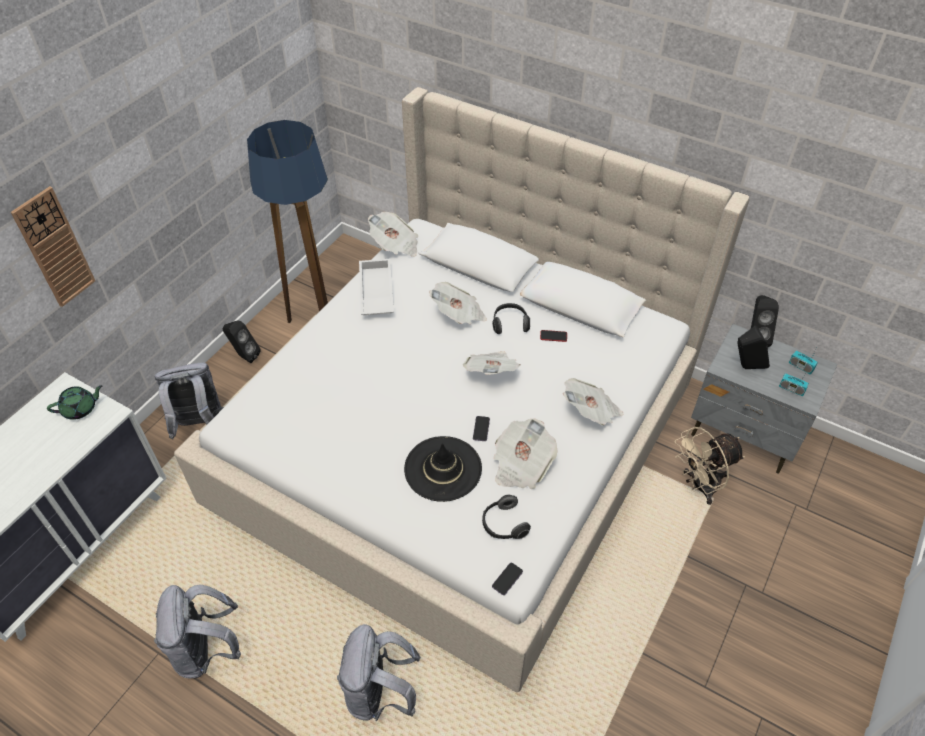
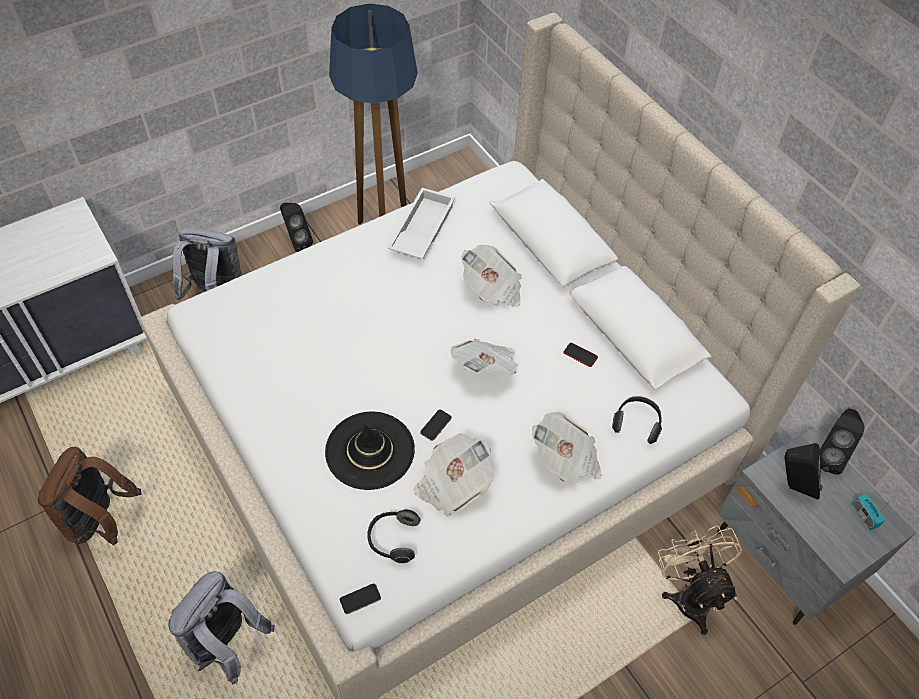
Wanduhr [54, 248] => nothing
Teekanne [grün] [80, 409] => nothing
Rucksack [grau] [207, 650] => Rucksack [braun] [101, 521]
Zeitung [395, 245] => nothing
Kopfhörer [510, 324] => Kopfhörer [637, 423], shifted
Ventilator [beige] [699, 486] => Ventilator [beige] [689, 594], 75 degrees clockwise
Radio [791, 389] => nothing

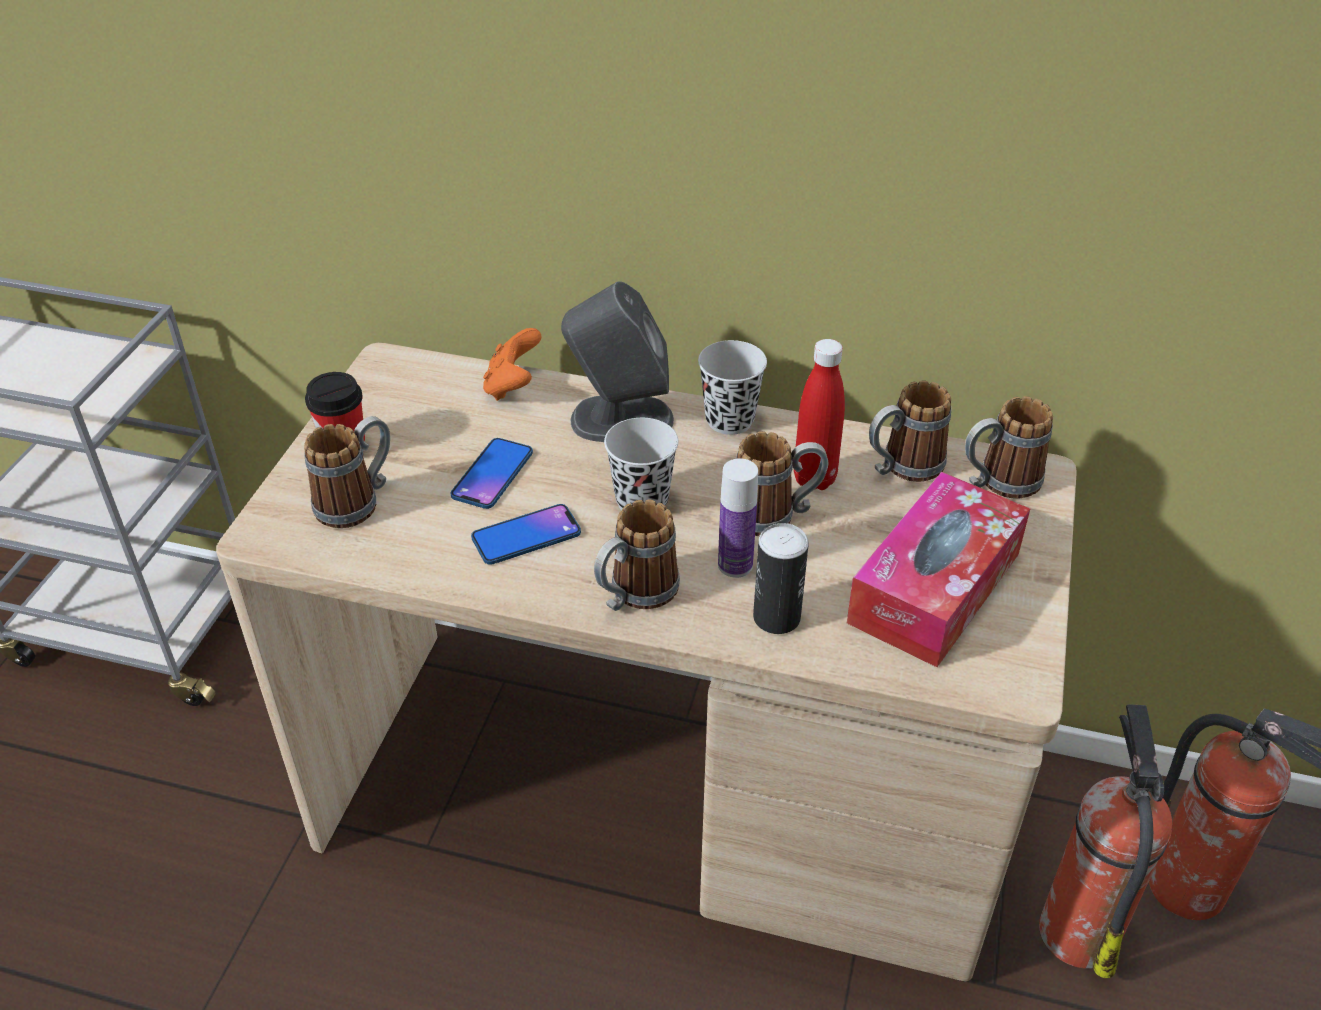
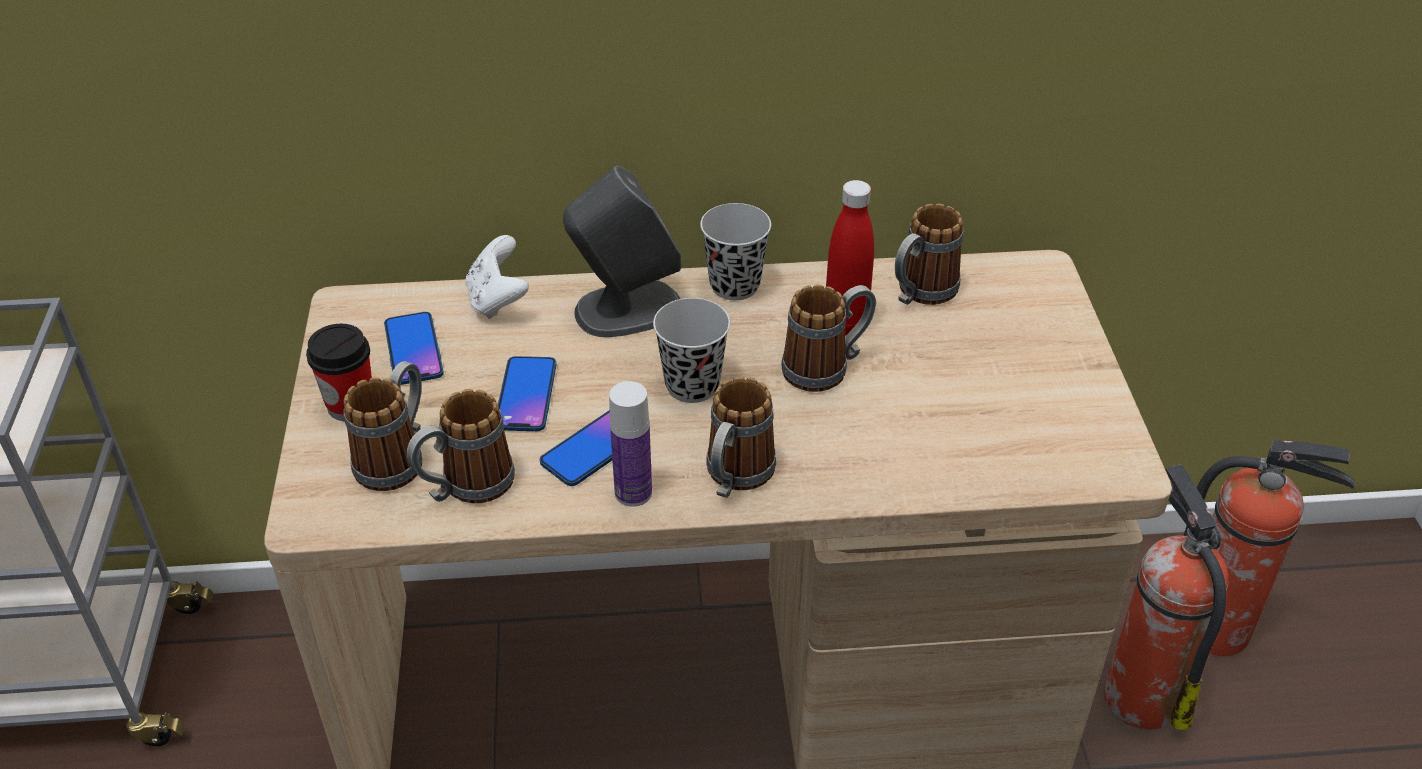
Gamepad [orange] [513, 386] => Gamepad [weiß] [497, 300]
Flasche [735, 565] => Flasche [633, 493], shifted
Dose [776, 617] => nothing
Taschentuchbox [934, 587] => nothing
Henkelbecher [998, 483] => Henkelbecher [465, 488], shifted
nothing => Handy [413, 349]

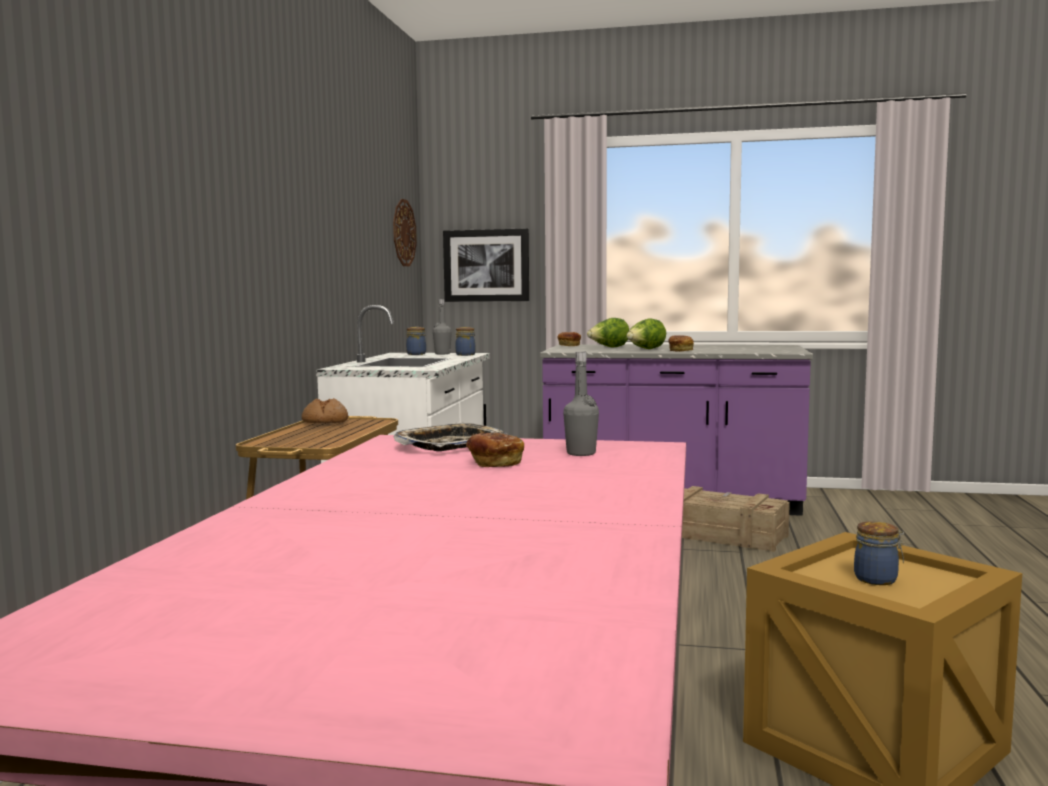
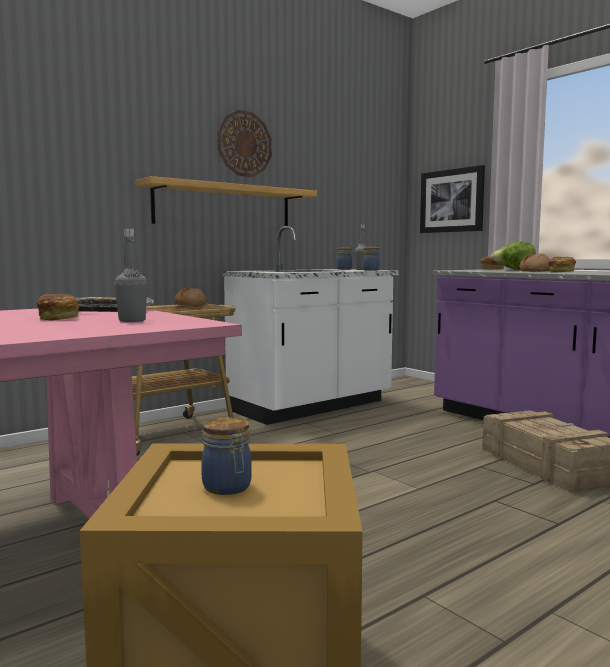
Wanduhr [403, 233] => Wanduhr [244, 144], shifted
Salatkopf [646, 349] => Brot [536, 271]
nothing => Wandregal [224, 206]

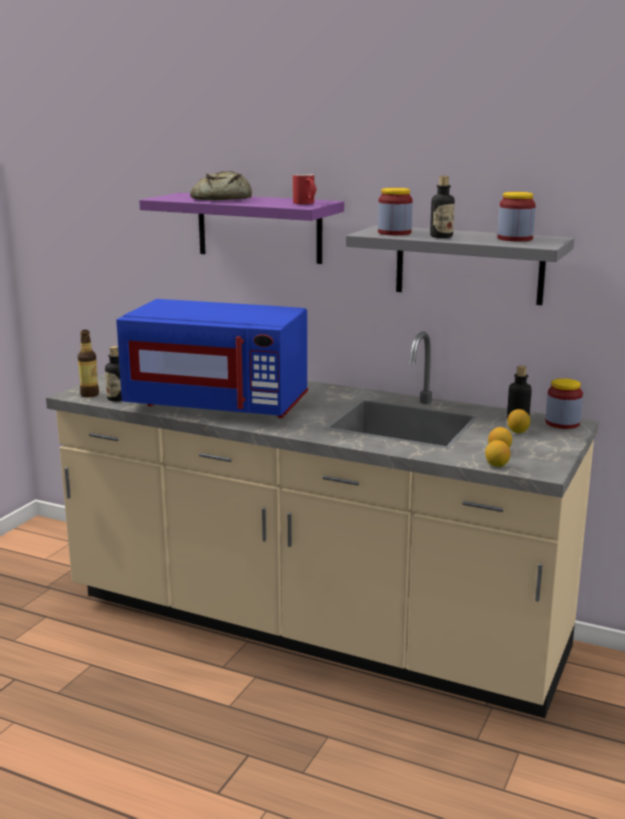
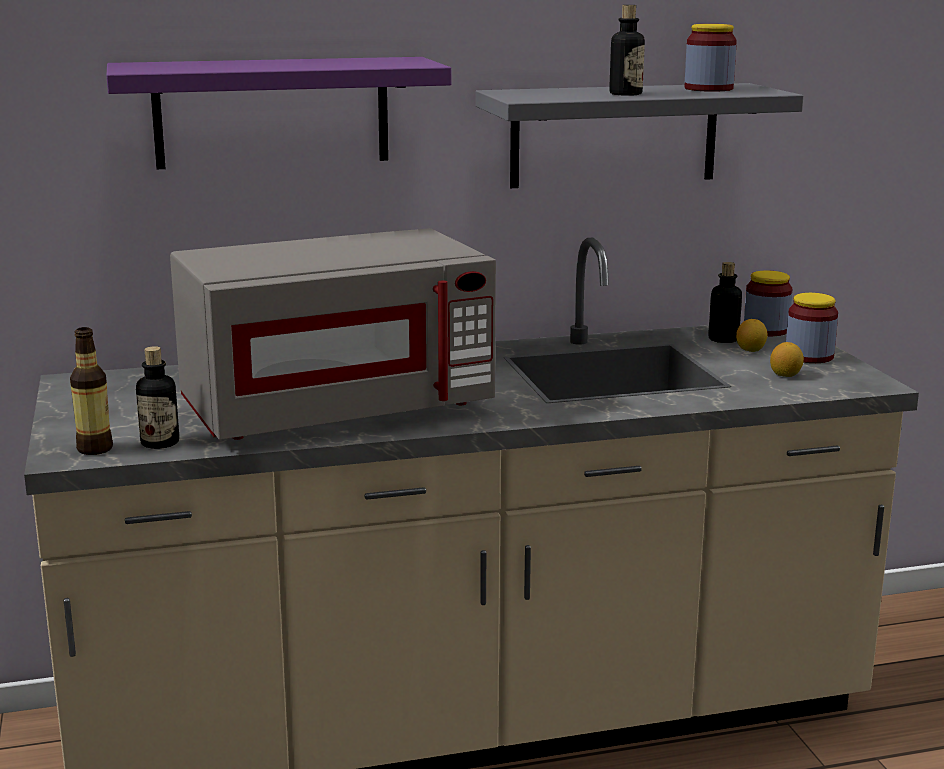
Mikrowelle [blau] [218, 404] => Mikrowelle [grau] [337, 410]
Brot [220, 199] => nothing
Henkelbecher [rot] [306, 203] => nothing
Vorratsglas [394, 233] => Vorratsglas [809, 356], shifted
Zitrone [496, 465] => nothing

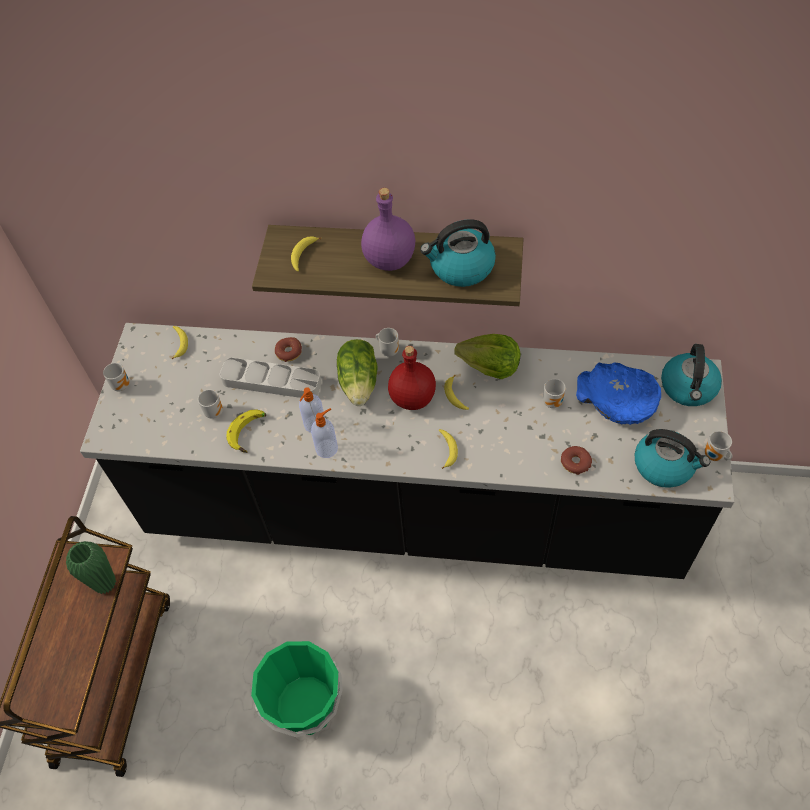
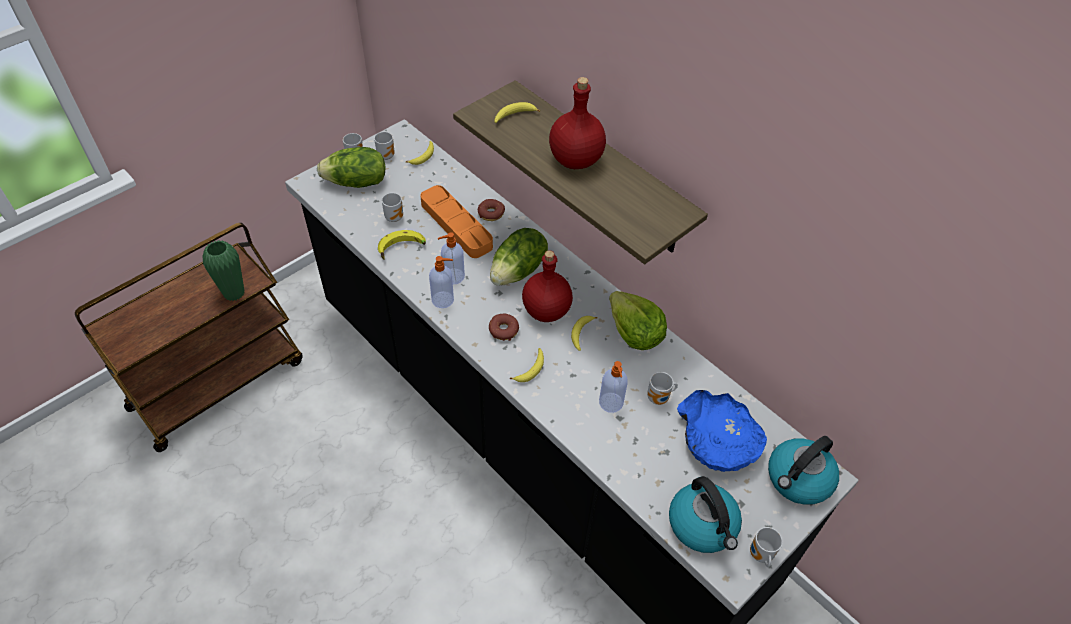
Tablett [grau] [271, 382] => Tablett [orange] [456, 225]
Eimer [grün] [306, 705] => nothing
Flasche [lila] [390, 259] => Flasche [rot] [576, 160]
Henkelbecher [389, 350] => Henkelbecher [386, 155], shifted
Wasserkessel [460, 268] => nothing
Donut [575, 462] => Donut [503, 330], shifted
nothing => Salatkopf [356, 182]
nothing => Seifenspender [611, 403]

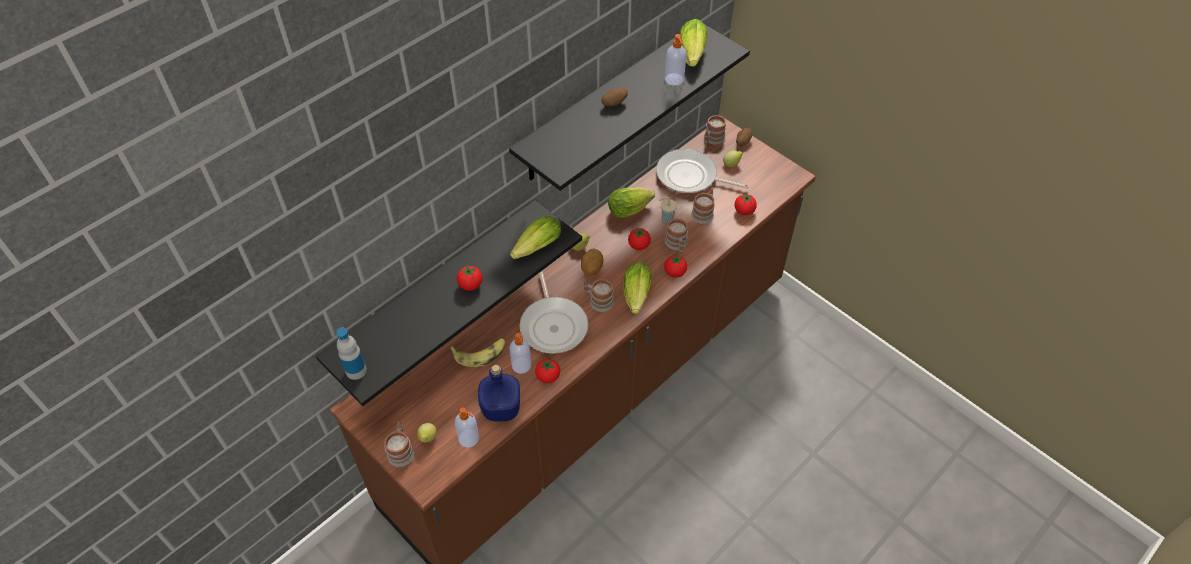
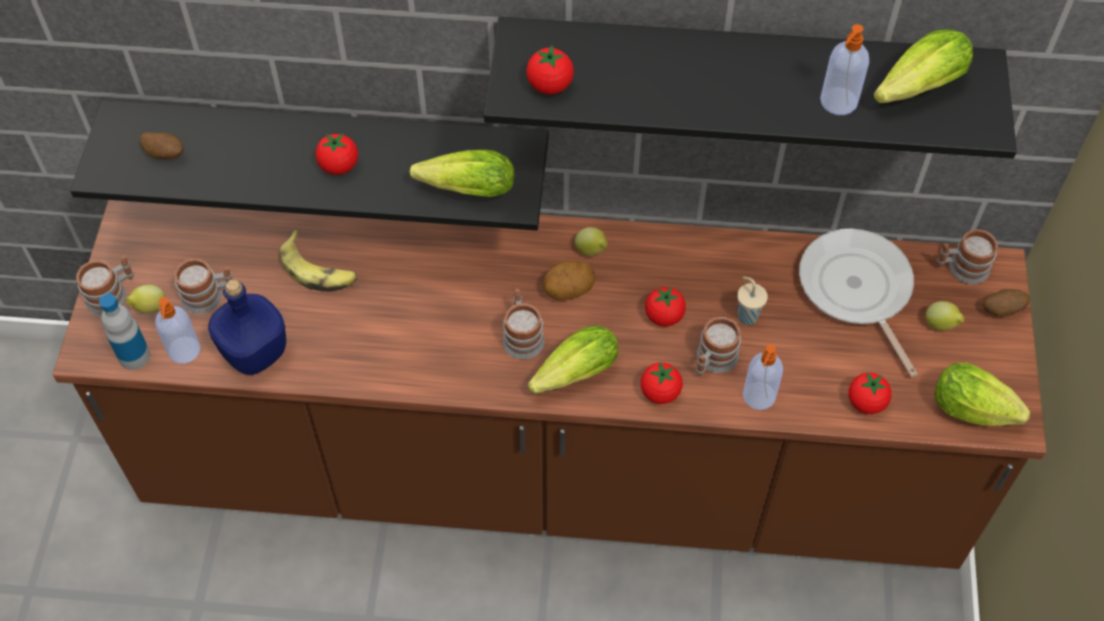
Flasche [356, 370] => Flasche [134, 356], shifted
Seifenspender [521, 366] => Seifenspender [758, 397], shifted
Pfanne [553, 325] => nothing
Tomate [548, 376] => Tomate [550, 85], shifted
Kartoffel [614, 103] => Kartoffel [165, 154], shifted
Salatkopf [631, 209] => Salatkopf [976, 411], shifted
Henkelbecher [704, 213] => Henkelbecher [209, 296], shifted

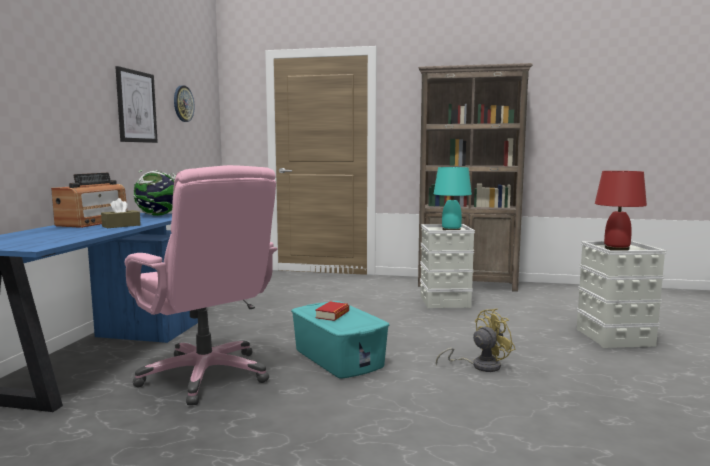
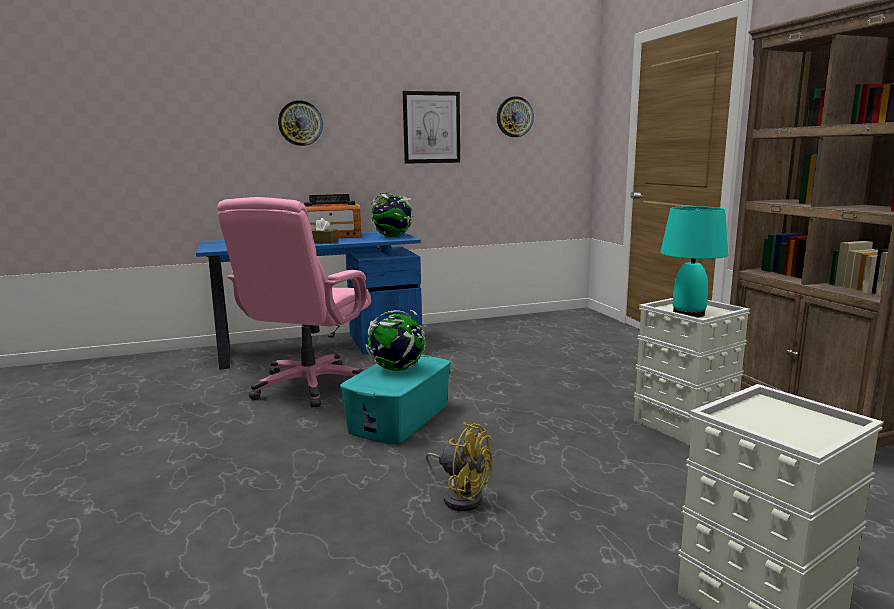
Buch [332, 315] => Globus [396, 369]
Tischlampe [rot] [616, 249] => nothing
nothing => Wanduhr [300, 123]

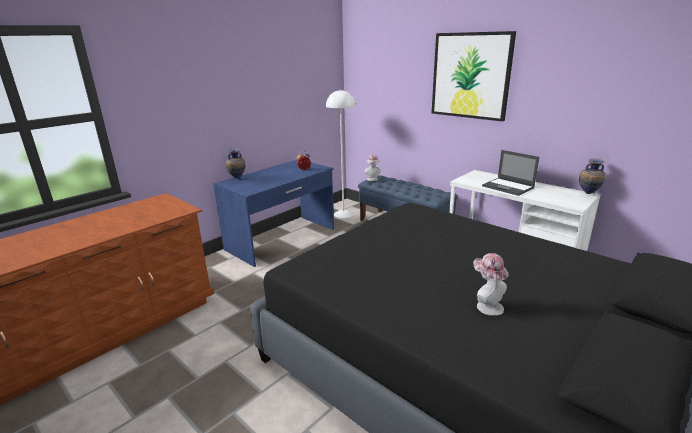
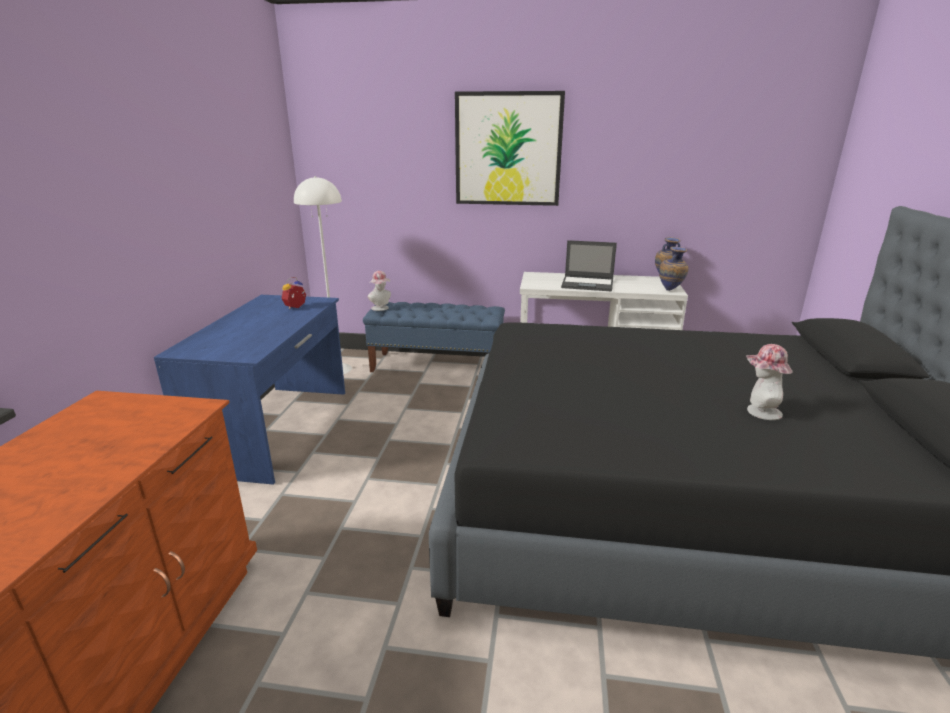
Vase [237, 179] => Vase [670, 291], shifted

